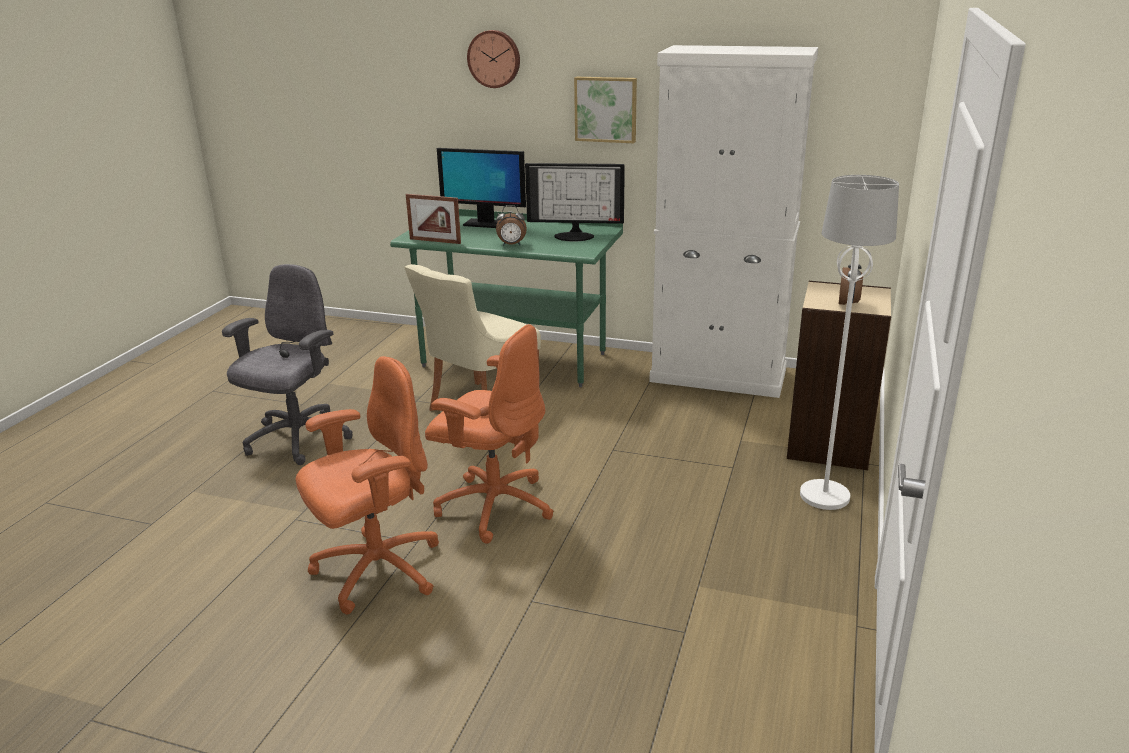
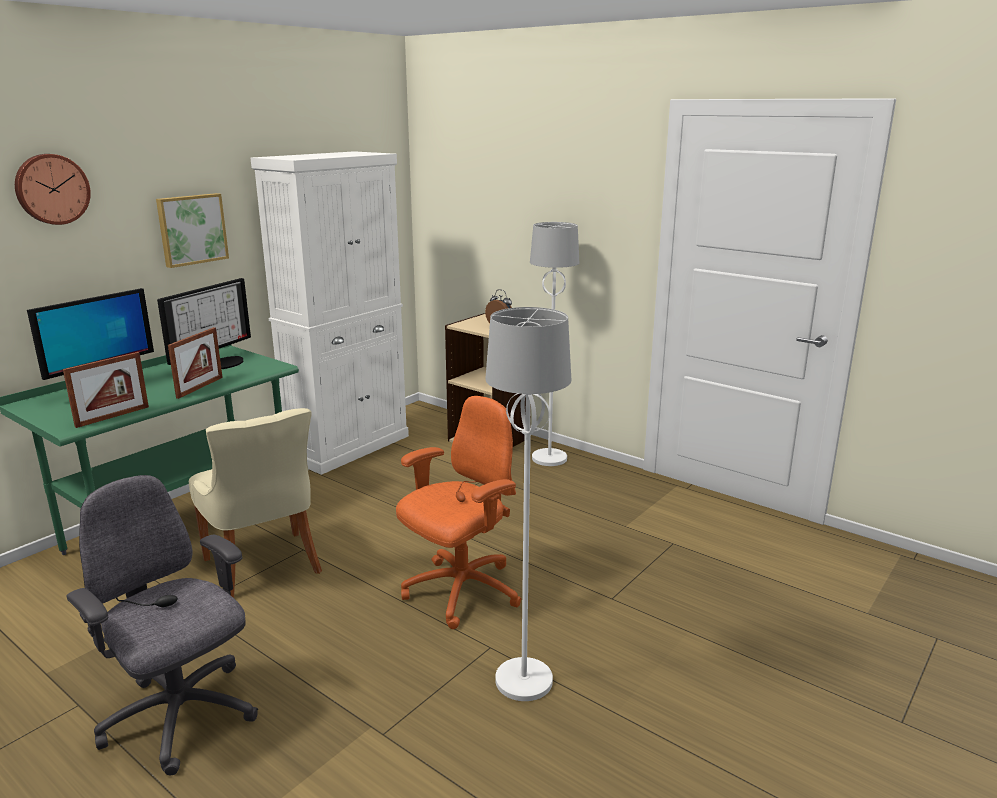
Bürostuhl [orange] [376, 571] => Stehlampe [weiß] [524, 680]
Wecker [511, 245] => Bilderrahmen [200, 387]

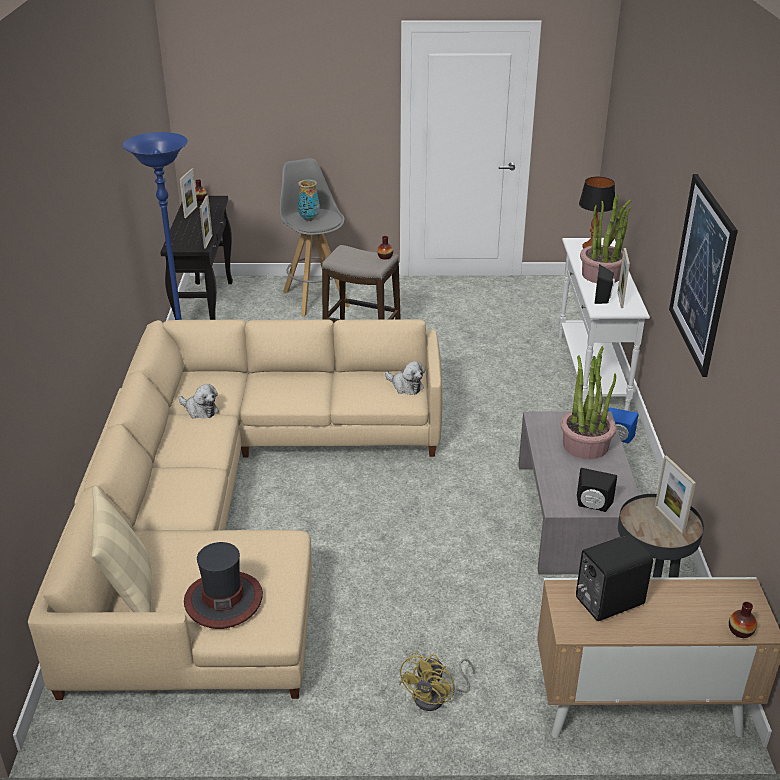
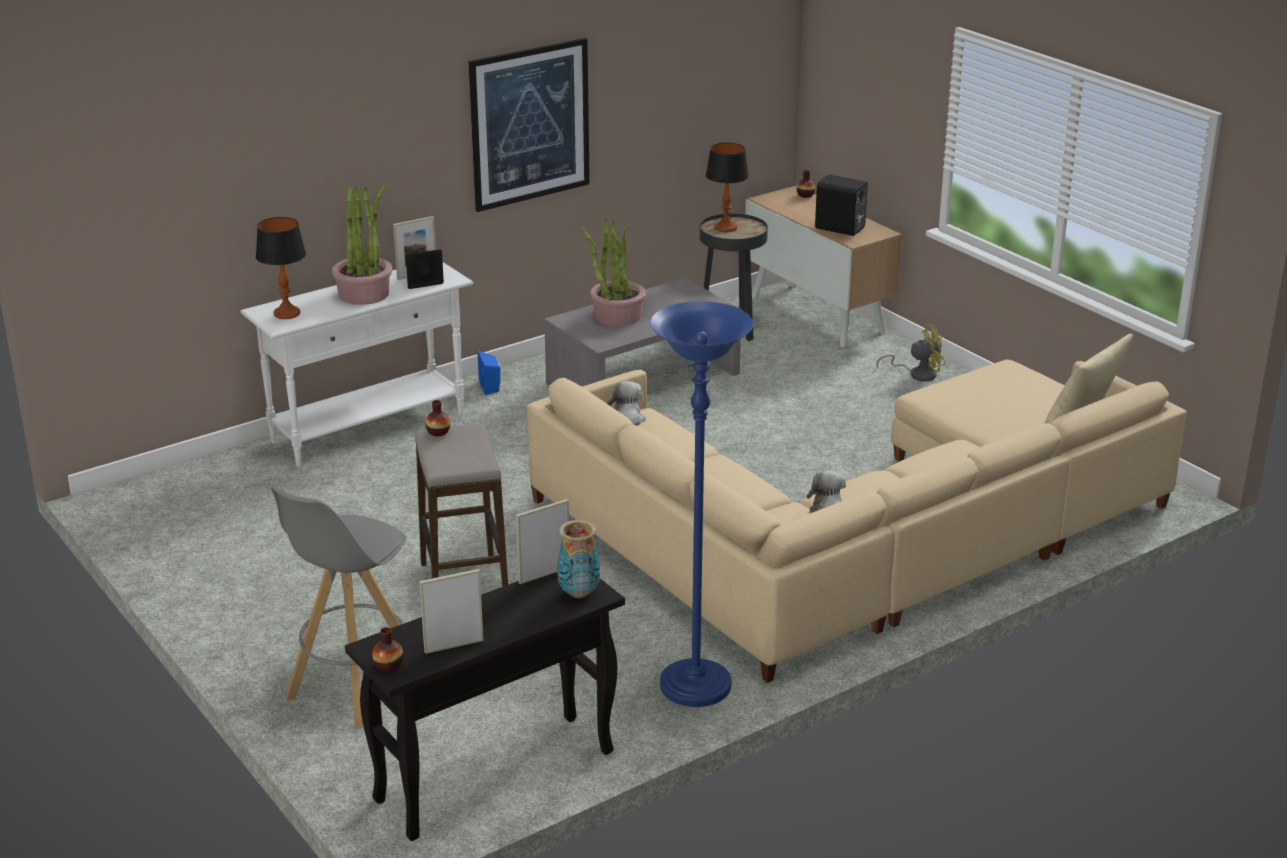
Hut [223, 599] => nothing
Vase [309, 219] => Vase [579, 593], shifted
Lautsprecher [schwarz] [592, 506] => nothing
Bilderrahmen [669, 520] => Tischlampe [725, 227]

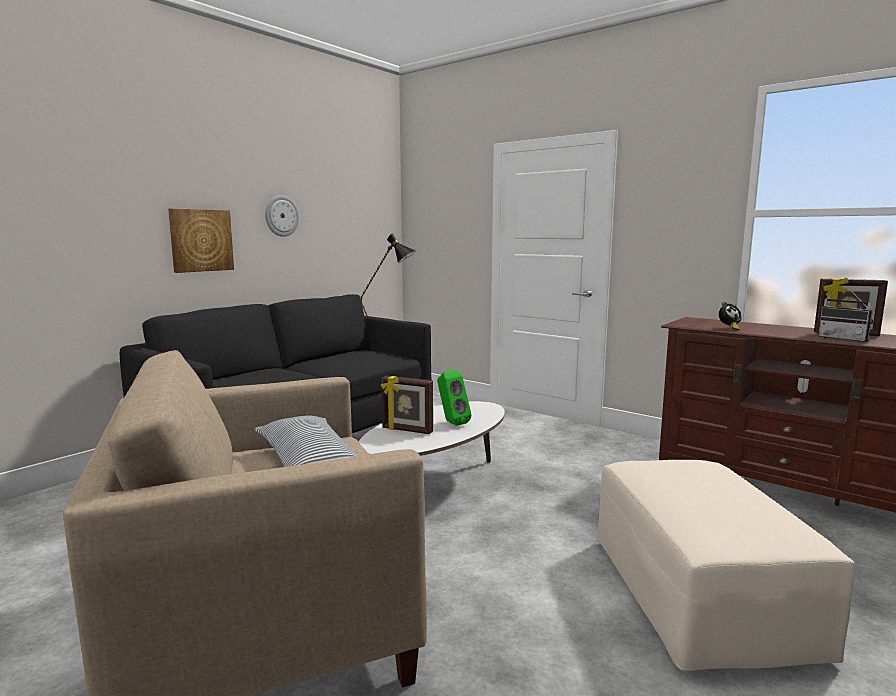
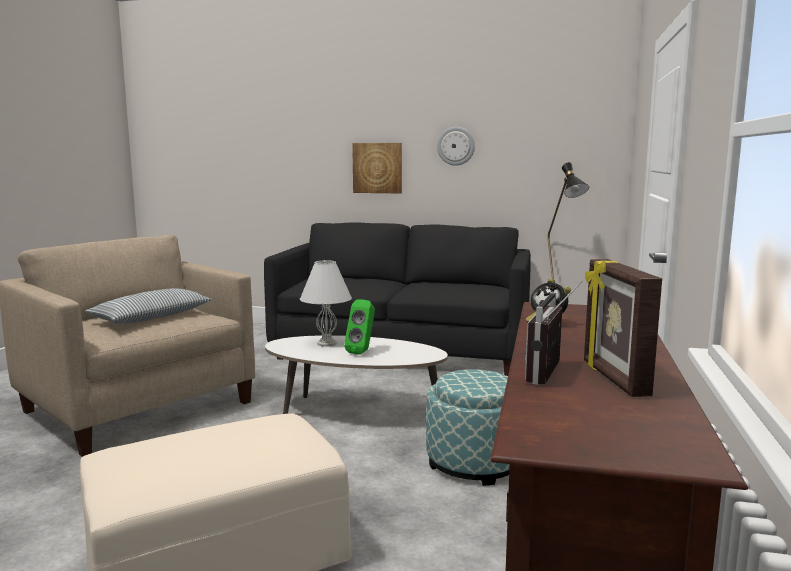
Bilderrahmen [407, 430] => Tischlampe [weiß] [327, 343]
nothing => Polsterhocker [474, 463]

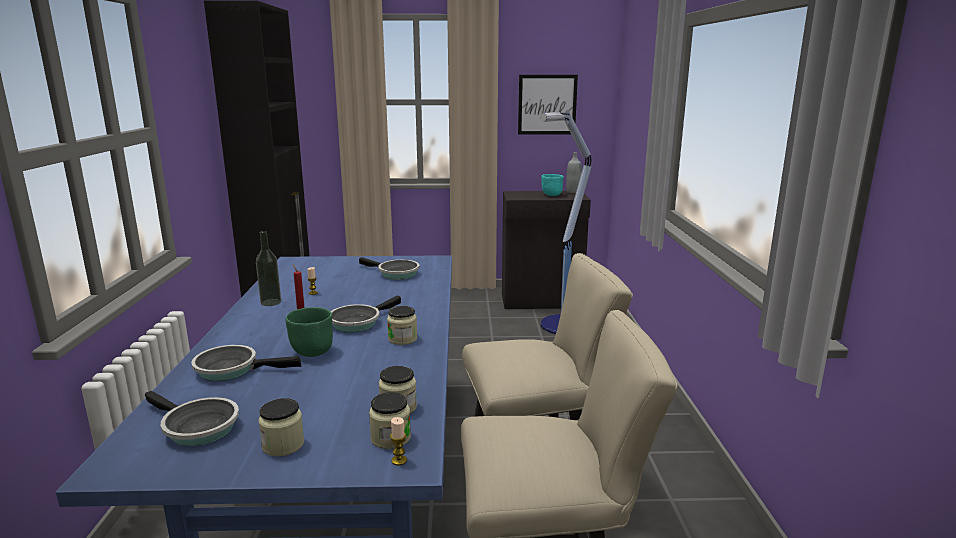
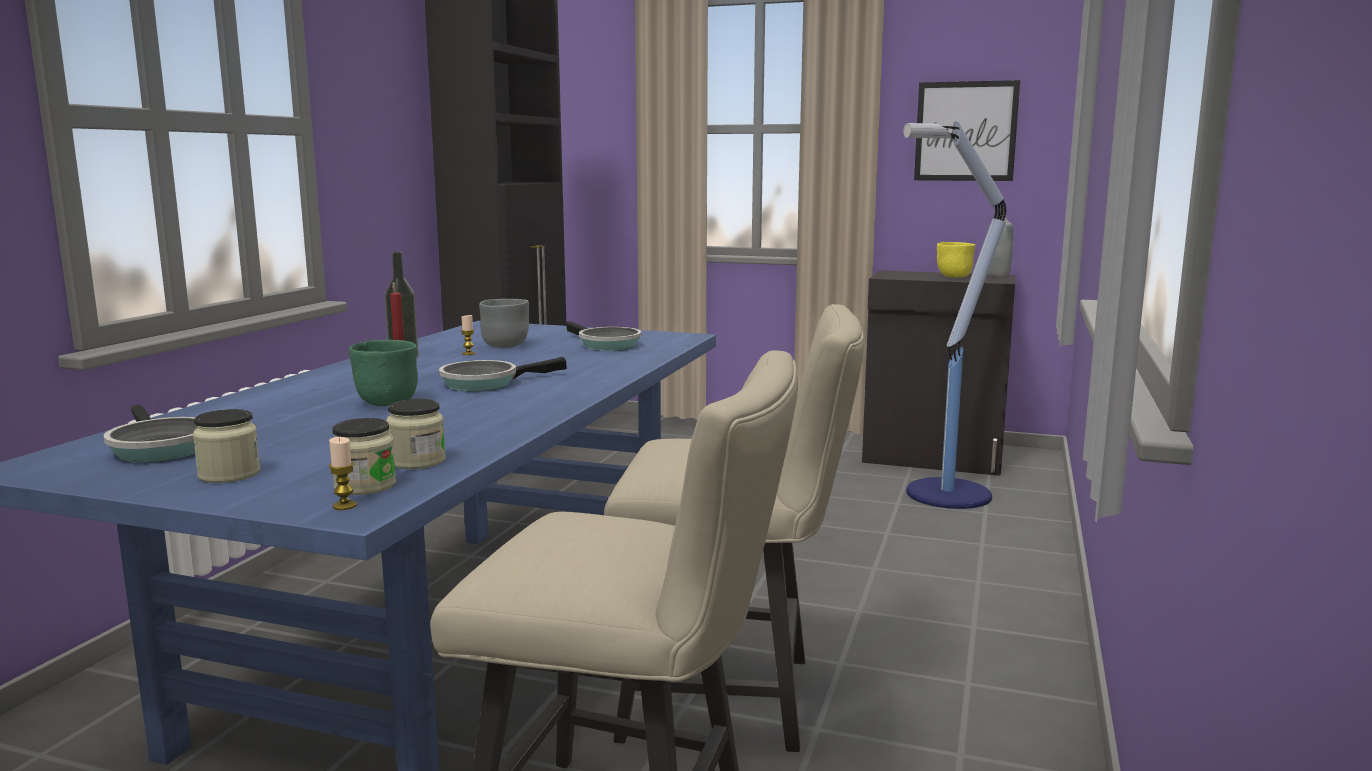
Pfanne [232, 369] => nothing
Vorratsglas [402, 339] => nothing
Schüssel [türkis] [551, 195] => Schüssel [gelb] [953, 277]
nothing => Schüssel [grau] [505, 346]

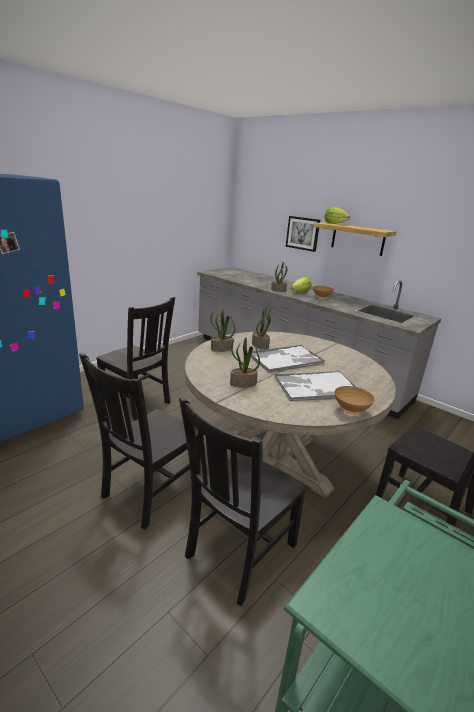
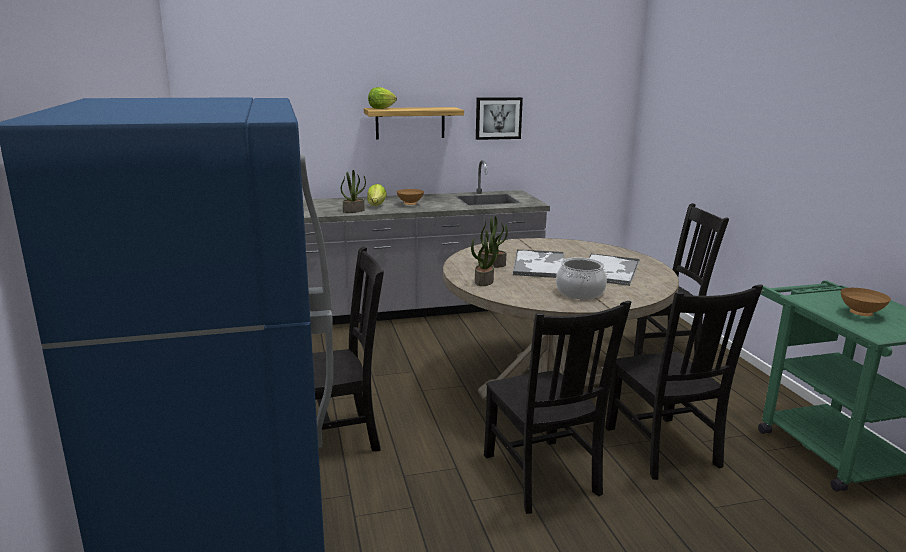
Topfpflanze [243, 383] => Kochtopf [580, 292]
Bild [303, 233] => Bild [498, 118], shifted
Schüssel [braun] [350, 411] => Schüssel [braun] [861, 314], shifted

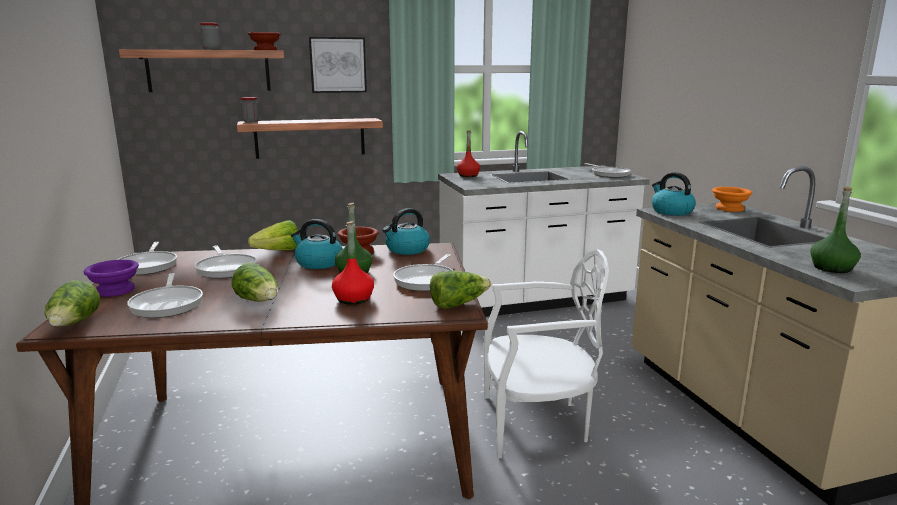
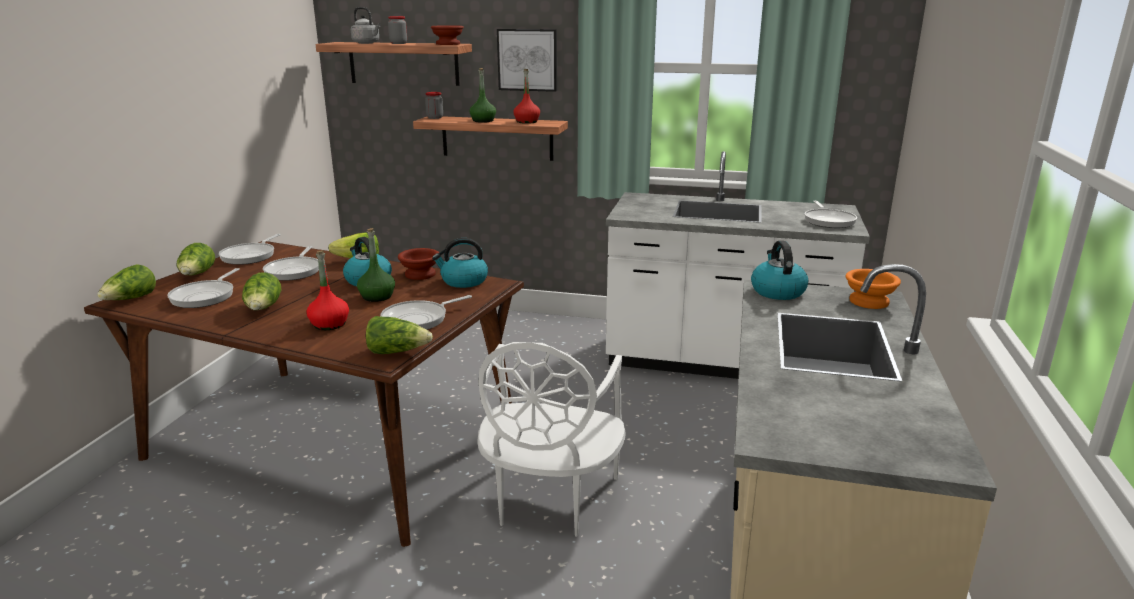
Schüssel [lila] [116, 290] => Salatkopf [197, 275]
Flasche [rot] [468, 175] => Flasche [rot] [527, 122], shifted
Stuhl [weiß] [537, 424] => Stuhl [weiß] [549, 500], 75 degrees clockwise
Flasche [grün] [832, 268] => Flasche [grün] [483, 121], shifted
nothing => Wasserkessel [grau] [367, 43]

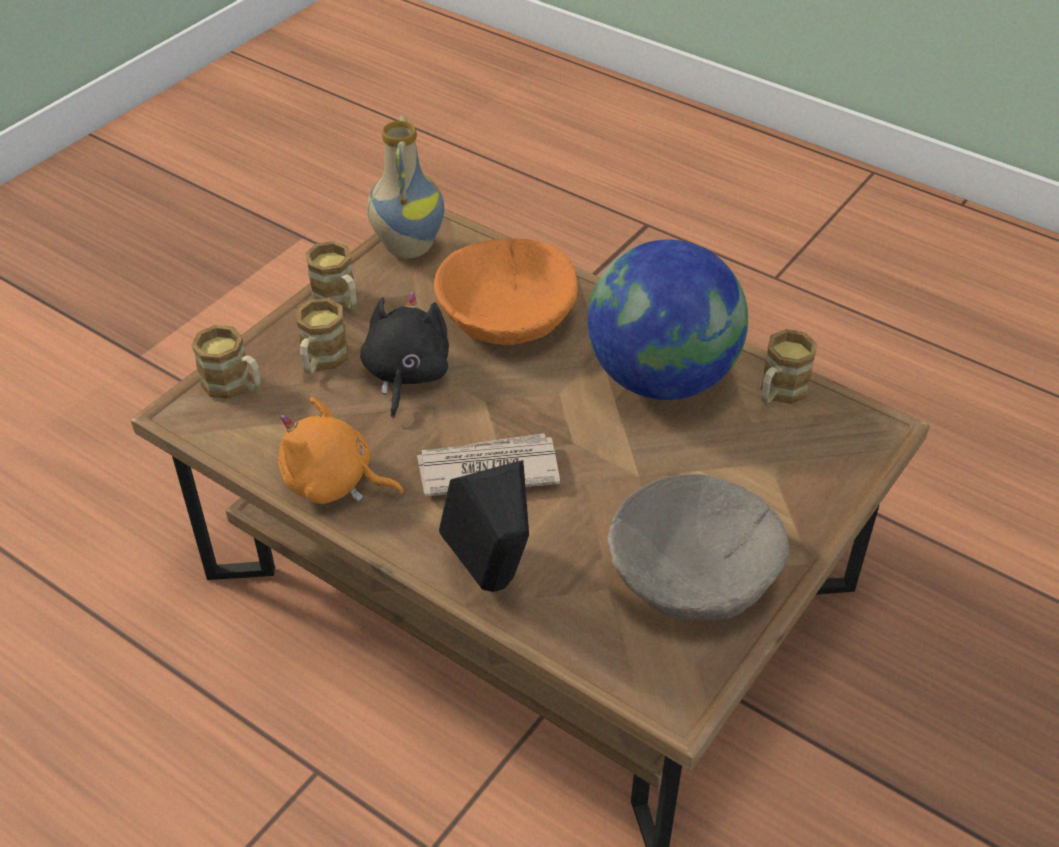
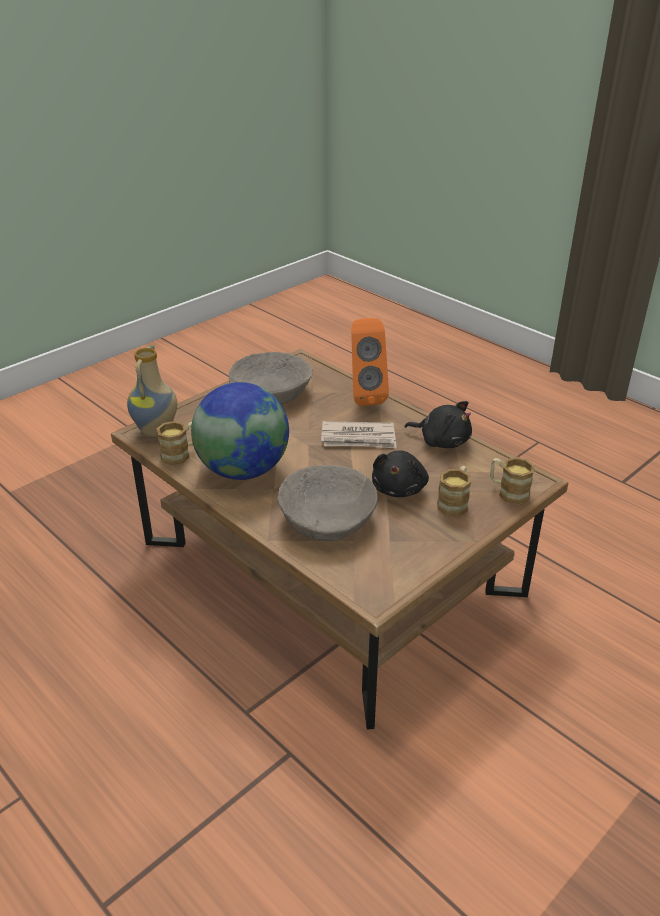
Plüschtier [orange] [334, 483] => Plüschtier [schwarz] [442, 441]
Henkelbecher [339, 301] => nothing
Vase [406, 247] => Vase [157, 431], shifted
Schüssel [orange] [506, 315] => Schüssel [beige] [327, 518]
Lautsprecher [schwarz] [493, 584] => Lautsprecher [orange] [365, 396]

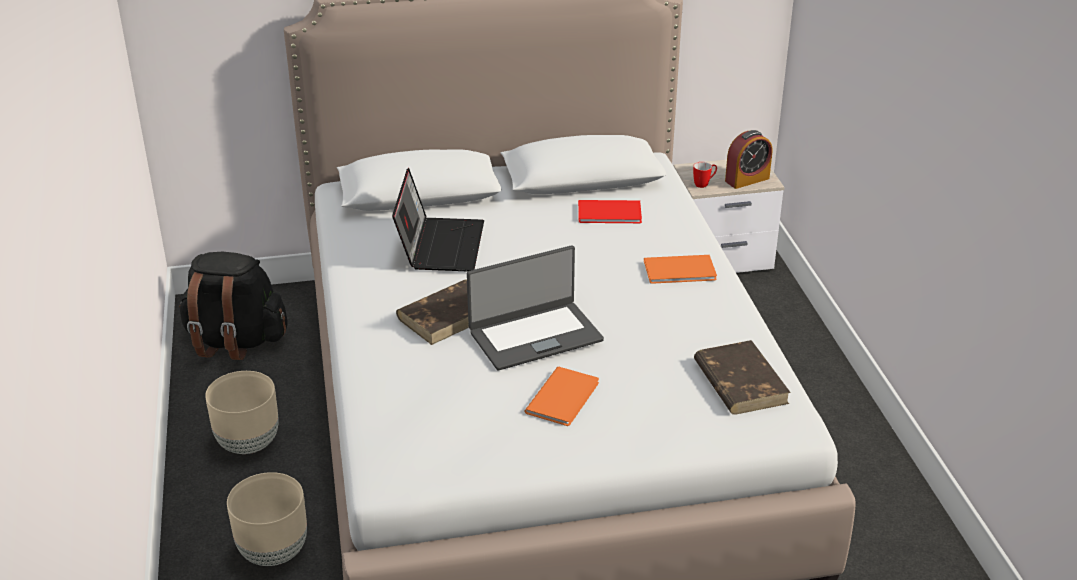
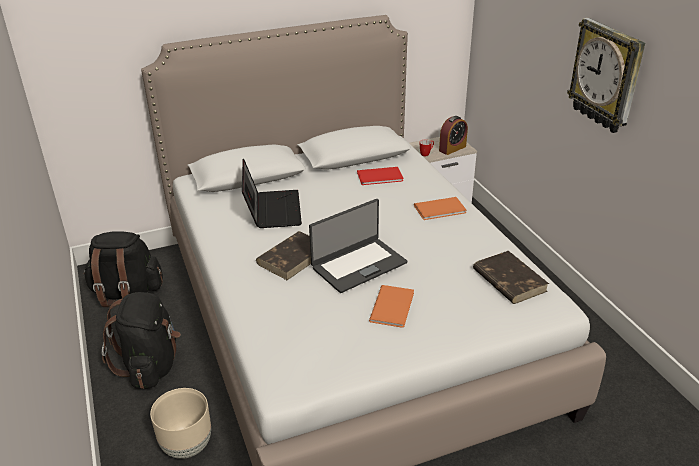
Pflanzkübel [beige] [248, 443] => Rucksack [schwarz] [151, 366]
nothing => Wanduhr [606, 76]

